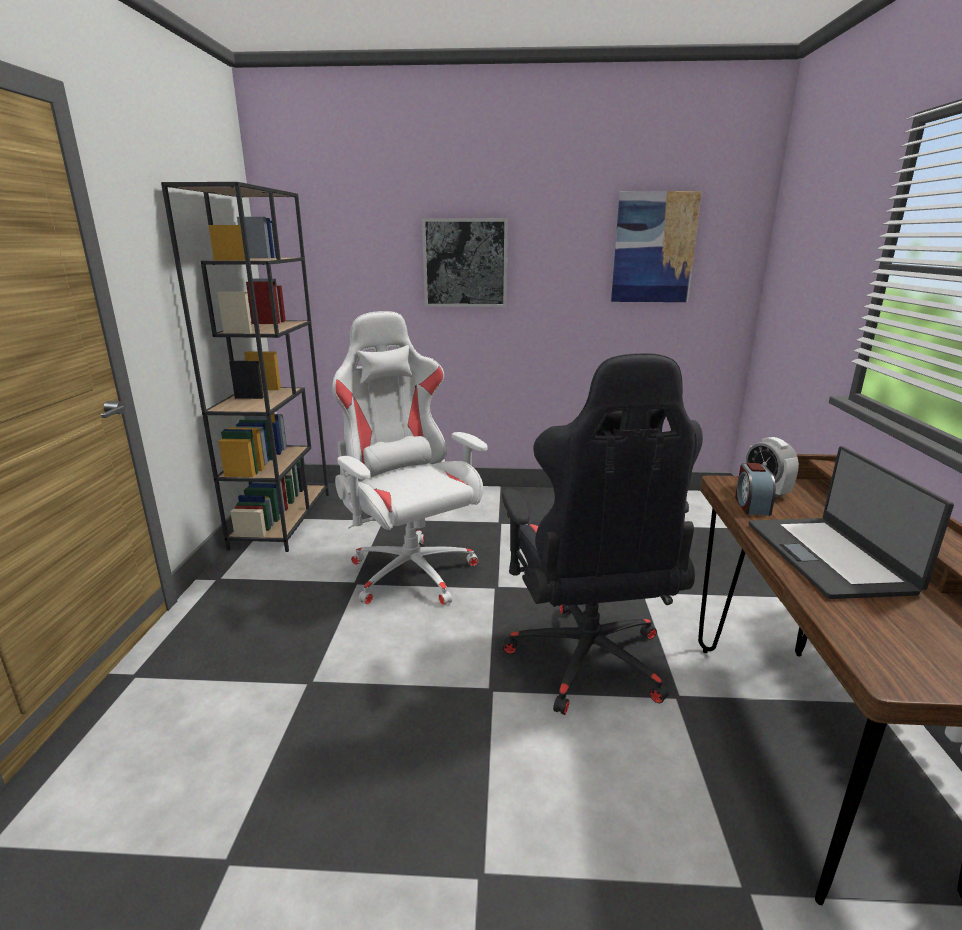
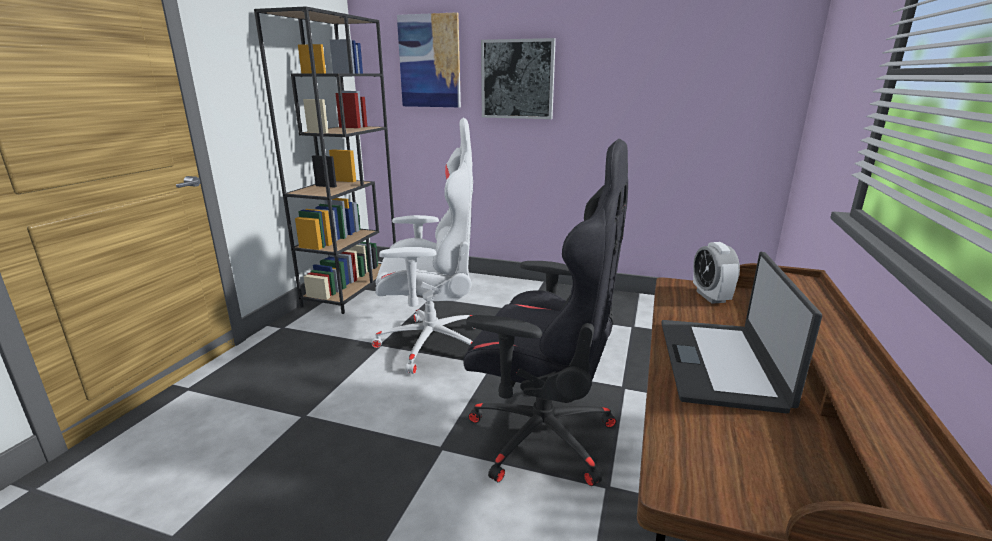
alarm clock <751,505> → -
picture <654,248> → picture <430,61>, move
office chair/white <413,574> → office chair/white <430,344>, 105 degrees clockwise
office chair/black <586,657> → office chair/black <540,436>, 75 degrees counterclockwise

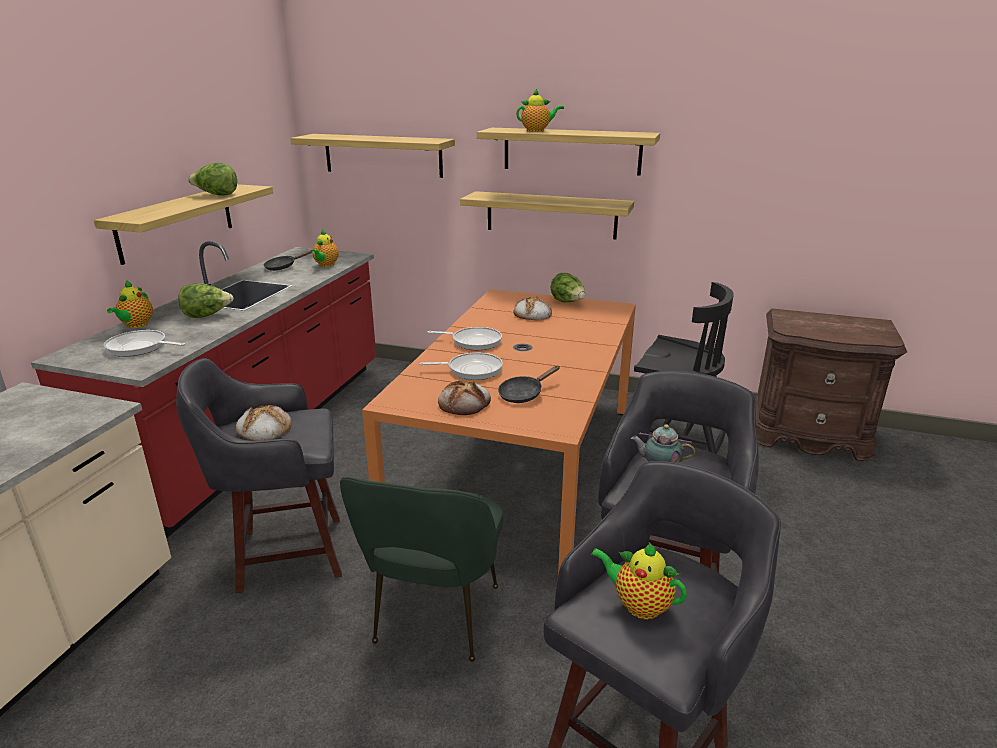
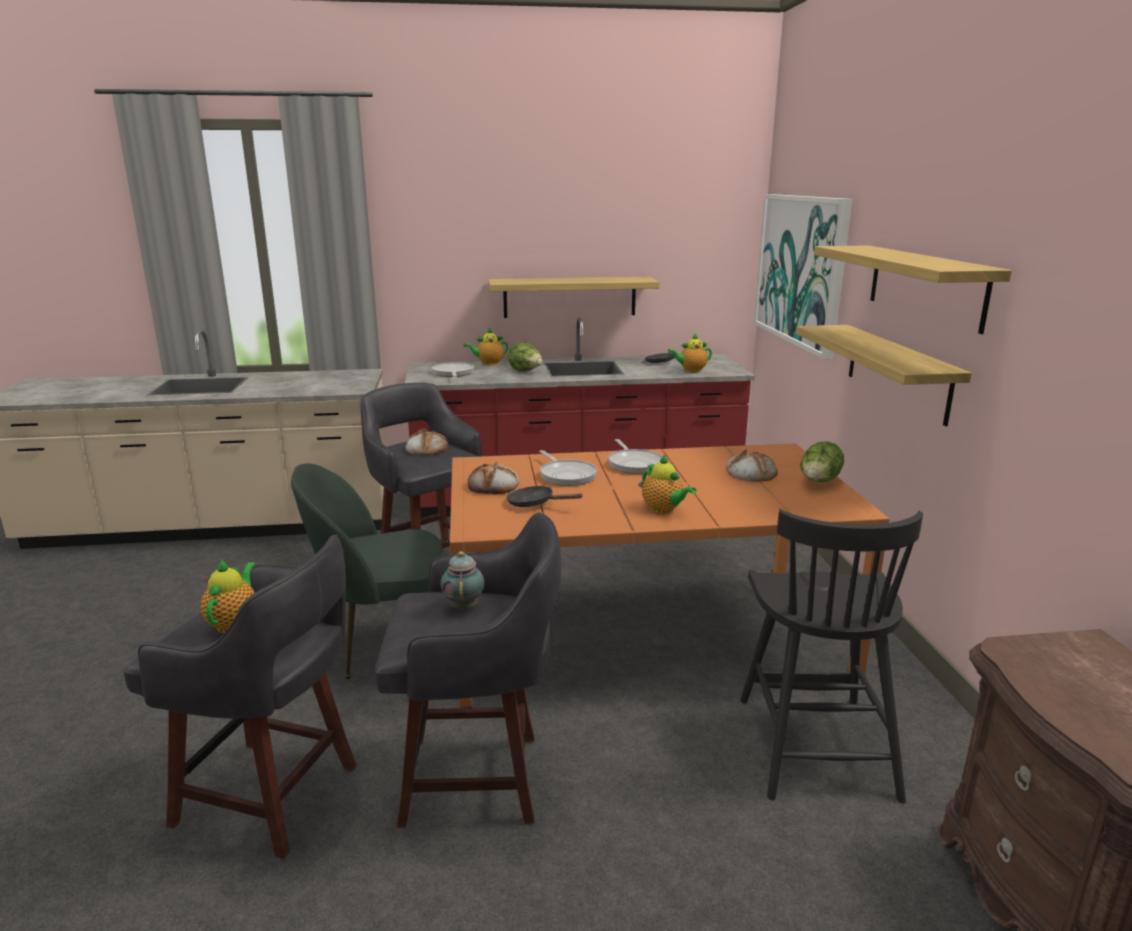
lettuce <217,195> → -
teapot <537,131> → teapot <664,509>, move
shelf <383,155> → picture <800,270>

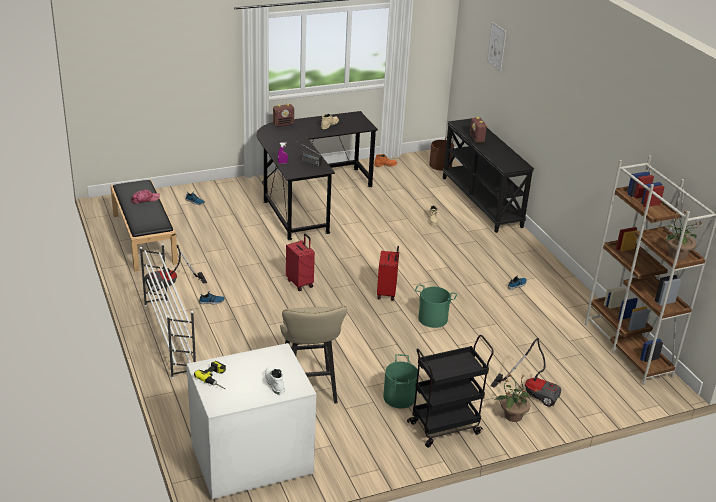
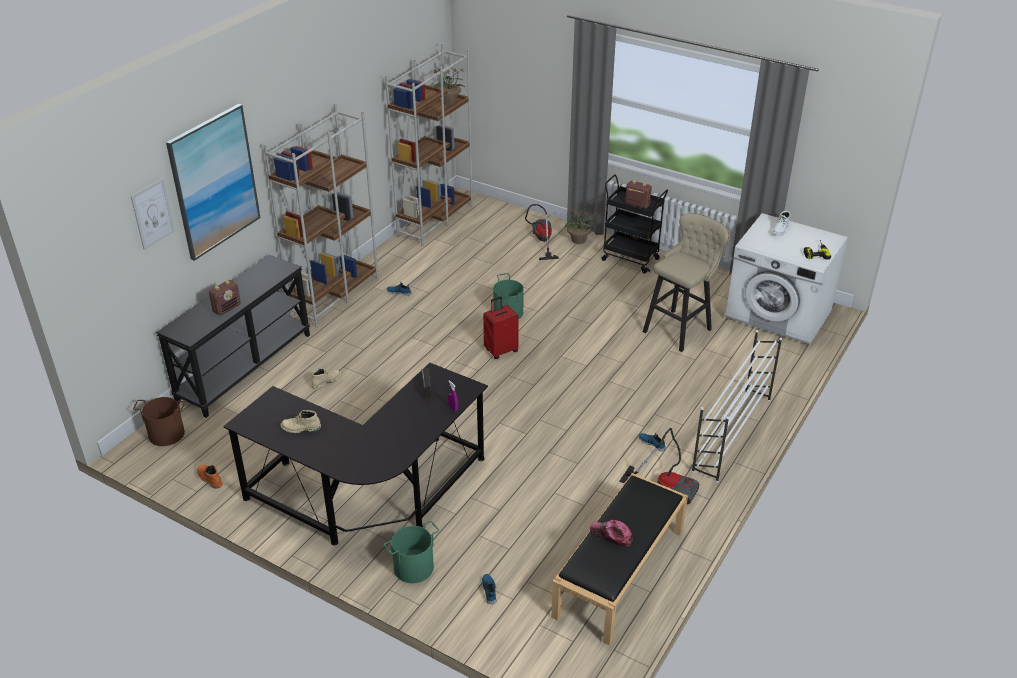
suitcase/red <300,283> → -
- → picture <214,181>
- → bookcase/brown <335,296>
radio <283,124> → radio <637,205>, move
bucket/green <399,397> → bucket/green <414,568>, move

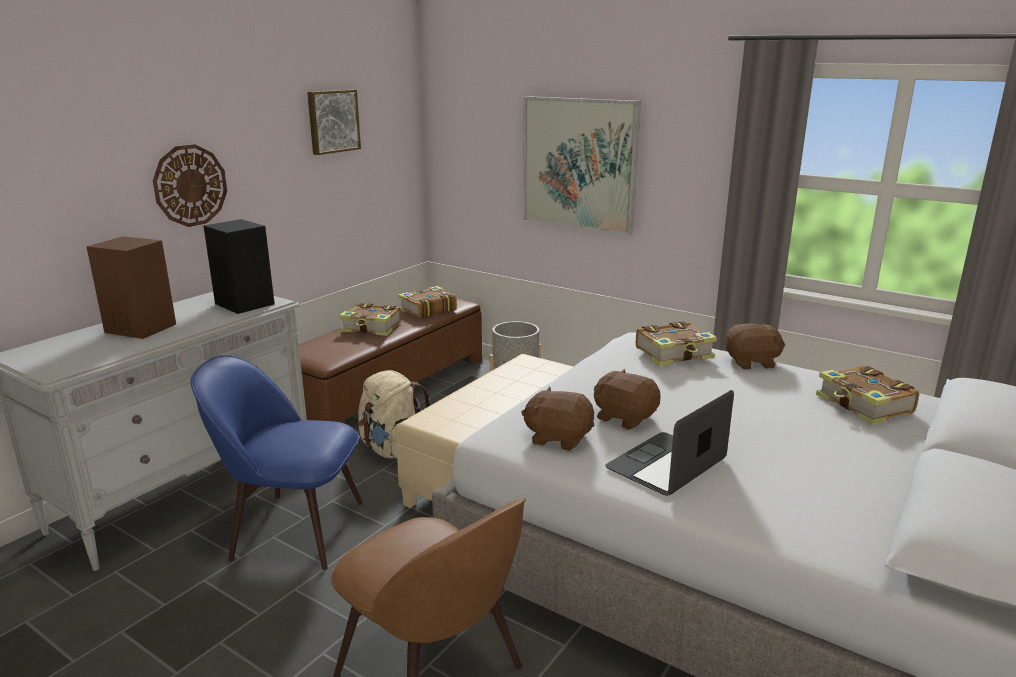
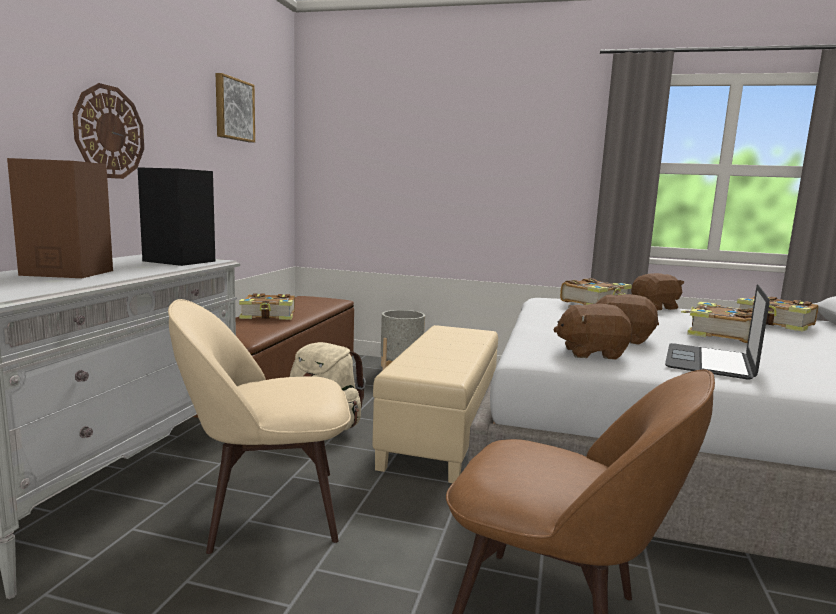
picture <579,164> → -
book <427,310> → book <719,334>, move
chair/blue <293,529> → chair/beige <267,508>

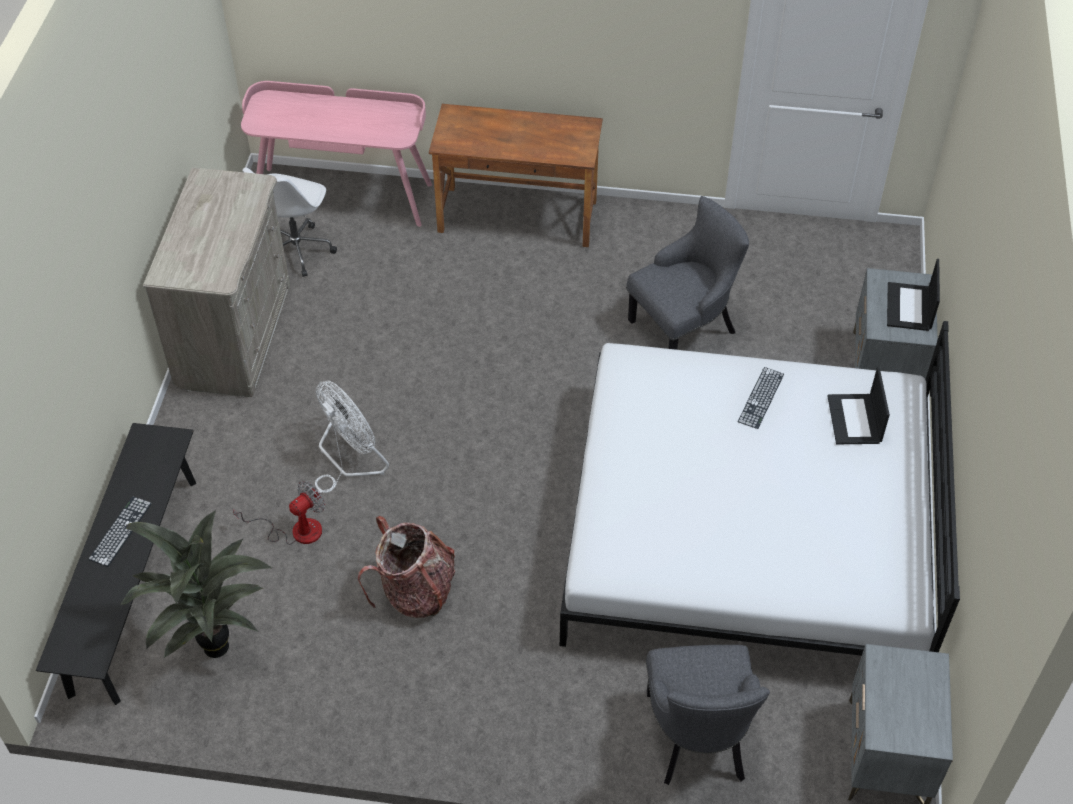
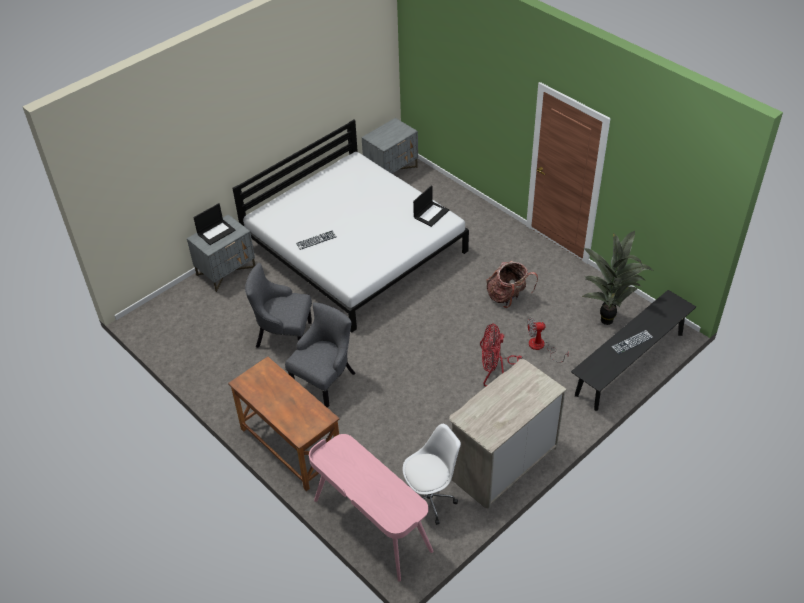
armchair/grey <697,733> → armchair/grey <324,382>, move
laptop <855,420> → laptop <431,214>, move
fan/white <344,457> → fan/red <494,366>

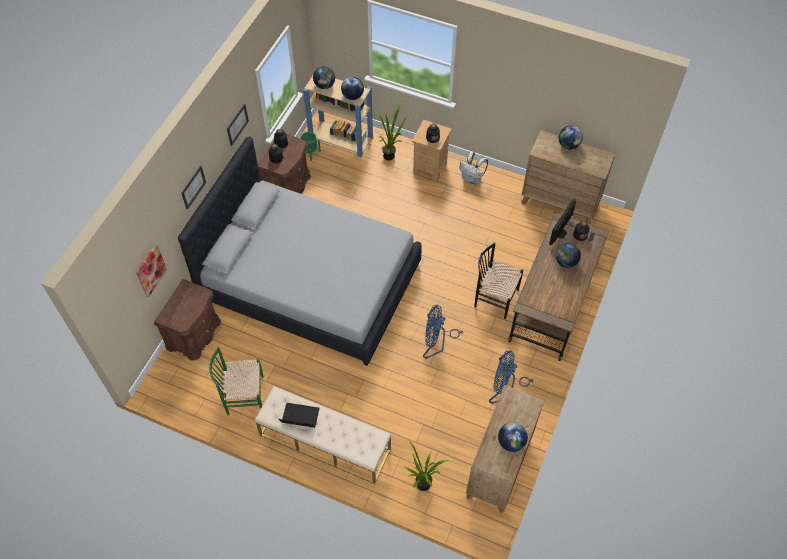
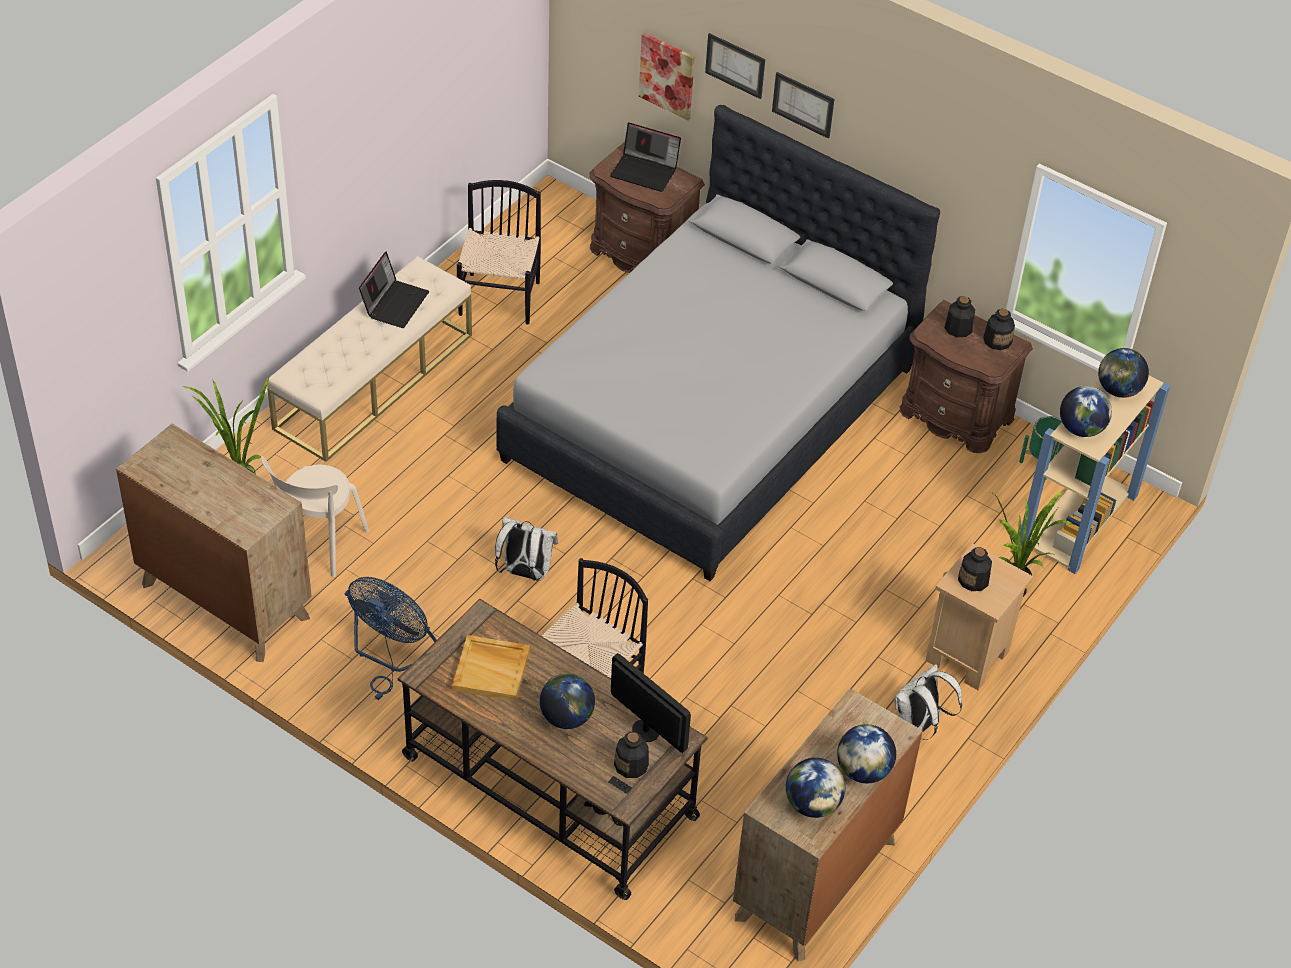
- → chair/beige <317,544>
- → tray/beige <492,670>
- → laptop <645,171>
picture <237,124> → picture <735,65>, move
globe <511,442> → globe <812,804>, move
fan/blue <437,338> → backpack/white <525,573>
chair/green <243,395> → chair/black <500,296>

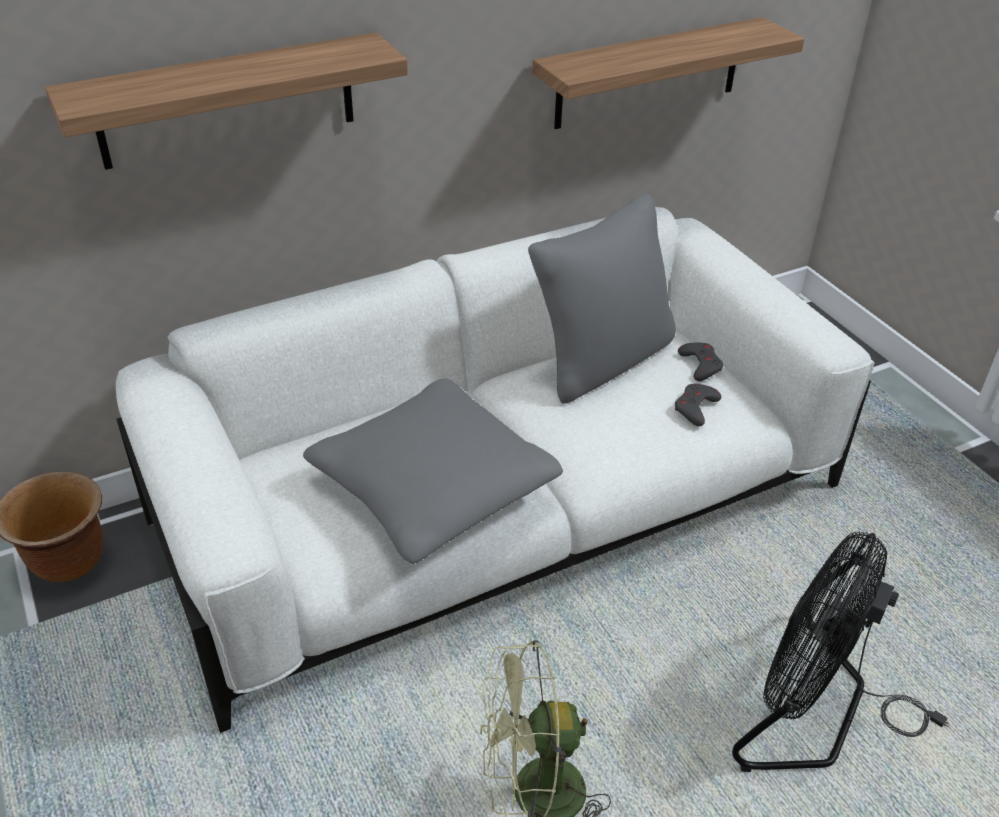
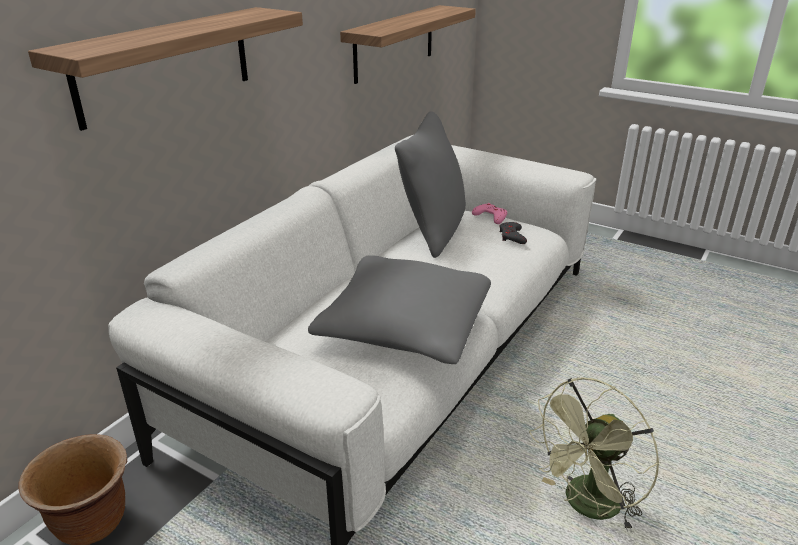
fan/black <820,706> → -
game controller/grey <700,365> → game controller/pink <490,216>

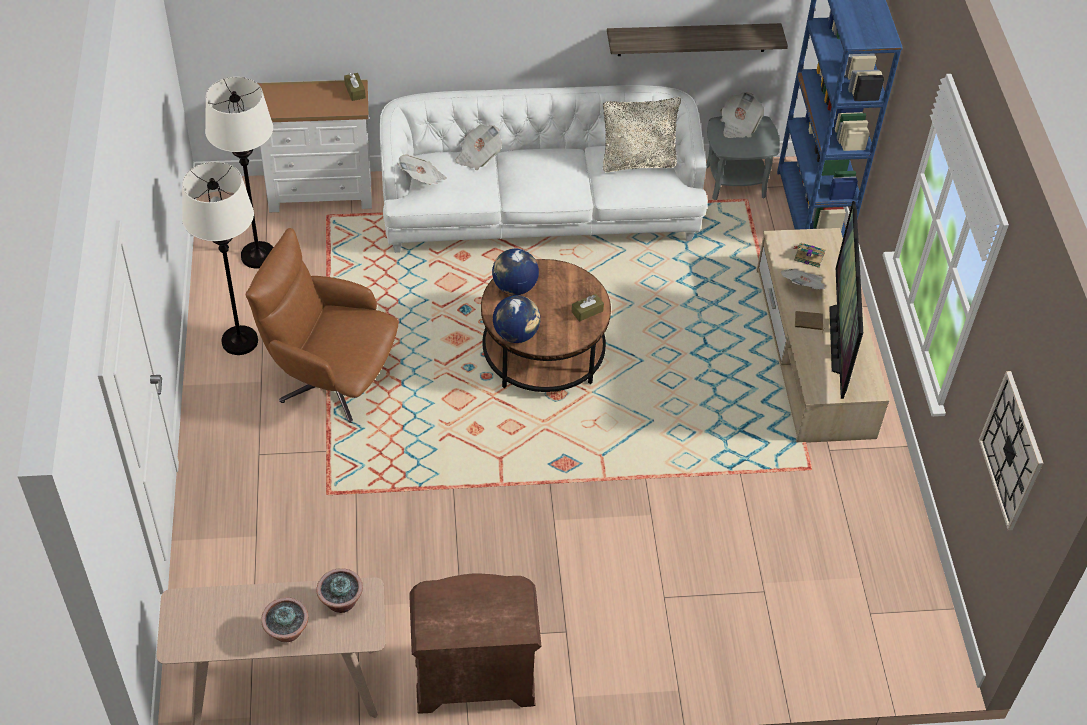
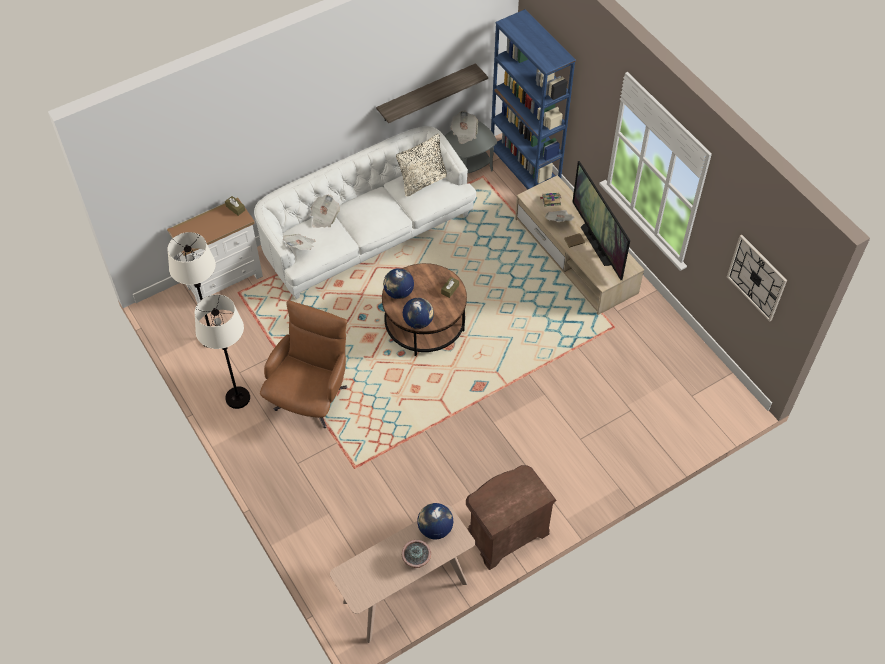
potted plant <341,602> → globe <435,529>
armchair/brown <331,381> → armchair/brown <311,398>, 120 degrees clockwise

